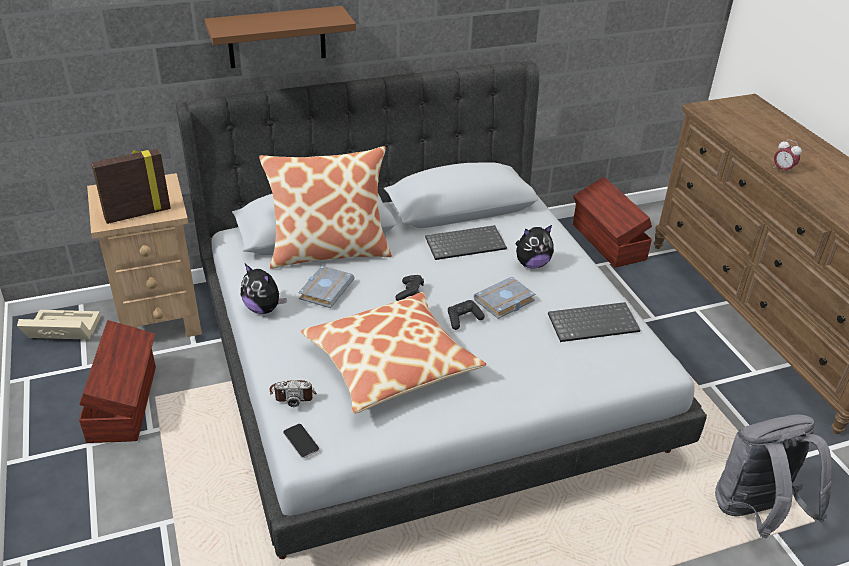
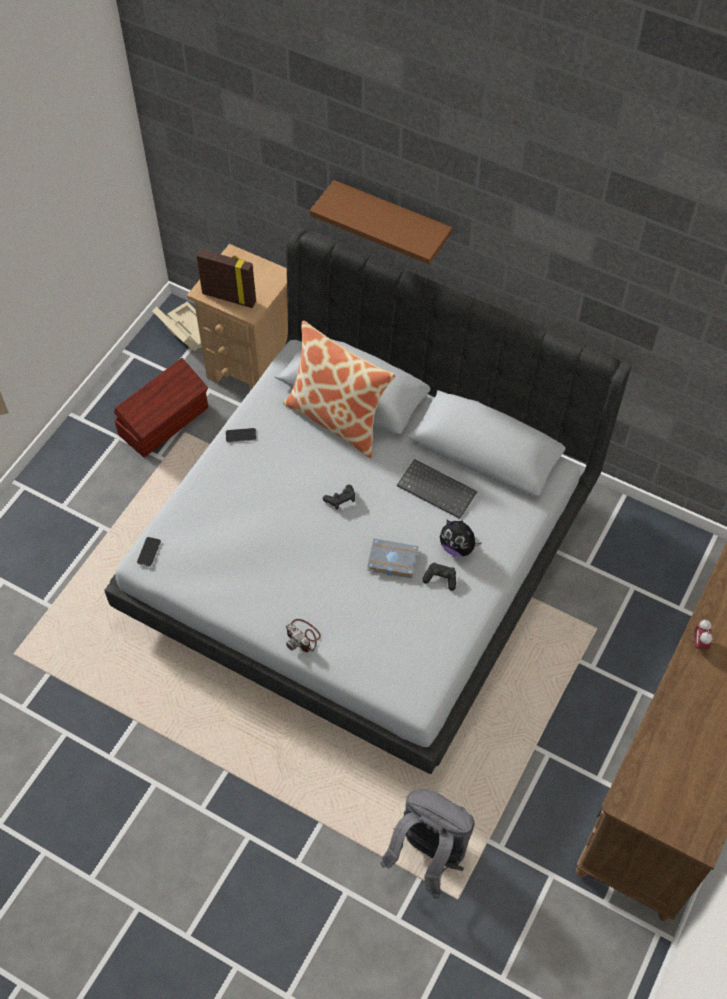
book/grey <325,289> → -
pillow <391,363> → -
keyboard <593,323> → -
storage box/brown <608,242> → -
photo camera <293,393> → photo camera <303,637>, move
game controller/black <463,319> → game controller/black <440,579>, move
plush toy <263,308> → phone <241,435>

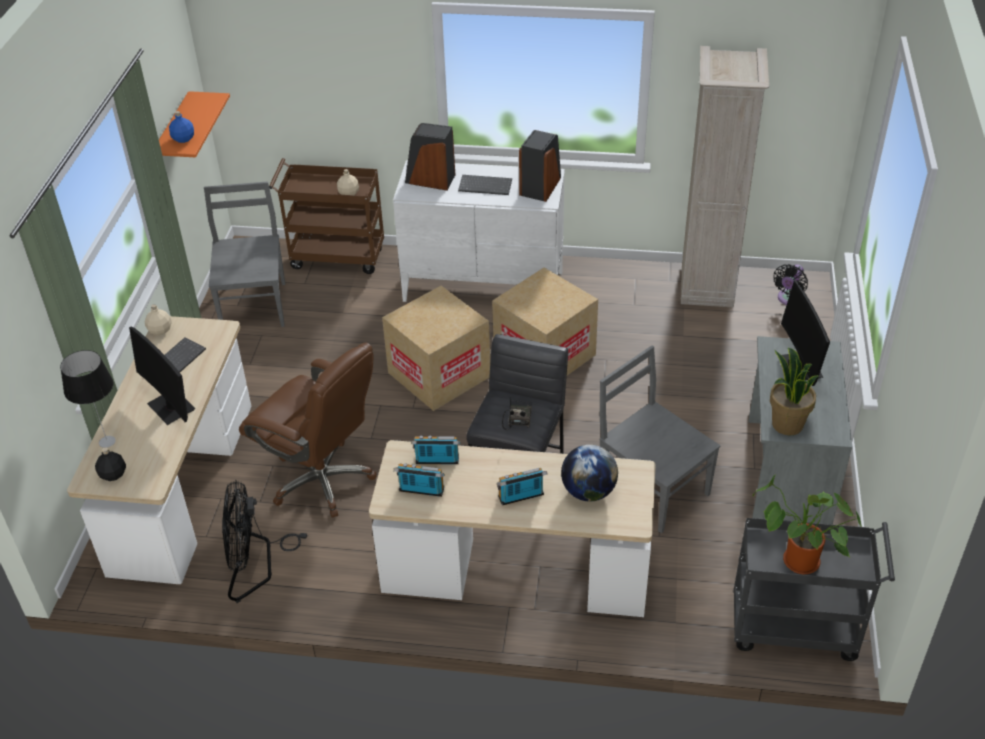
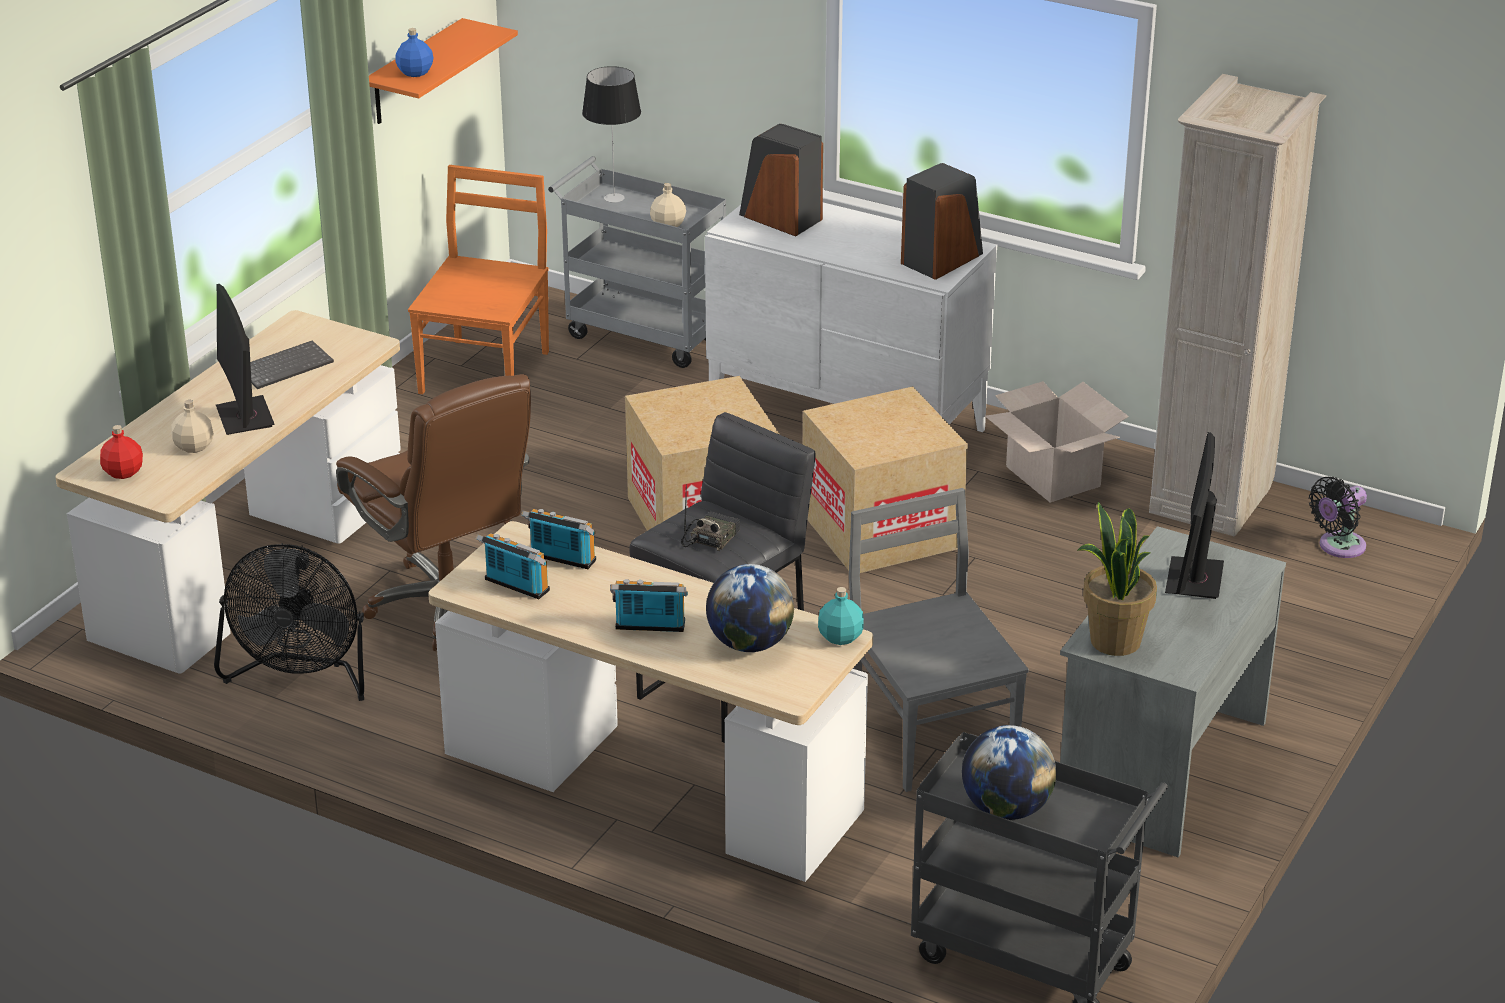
keyboard <486,186> → -
- → bottle/turquoise <841,637>
- → cardboard box <1053,476>
table lamp <107,442> → table lamp <614,198>, move
bottle/beige <160,330> → bottle/beige <193,447>, move
potted plant <797,563> → globe <1006,809>
bottle/black <113,474> → bottle/red <124,472>
chair/grey <254,305> → chair/orange <486,370>
cart/brown <335,260> → cart/grey <641,339>
fan/black <256,559> → fan/black <298,673>, 90 degrees counterclockwise

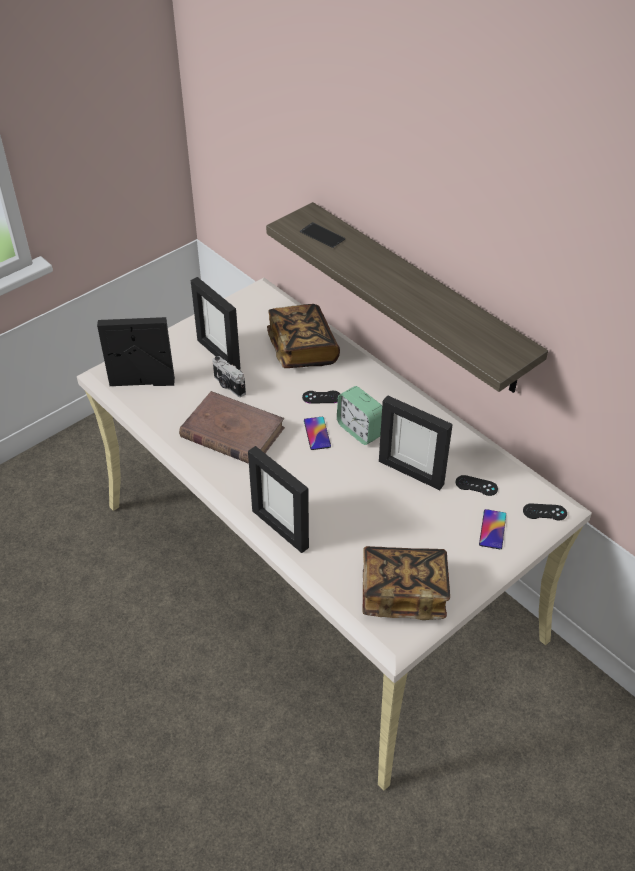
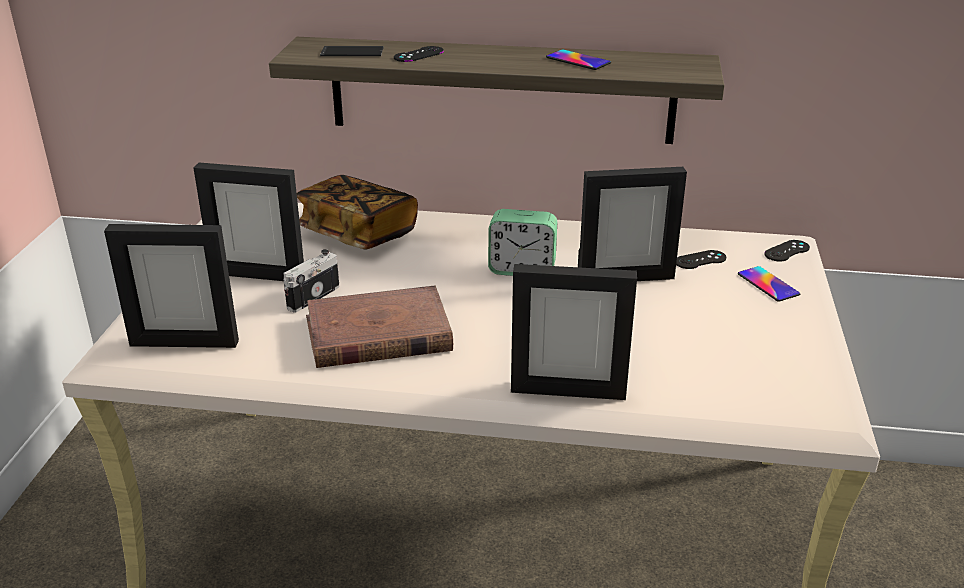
book <403,594> → -
game controller/black <321,397> → game controller/black <418,54>, move
phone <317,433> → phone <578,60>, move
picture frame <142,383> → picture frame <185,341>, 135 degrees counterclockwise
photo camera <228,386> → photo camera <311,296>, 120 degrees clockwise

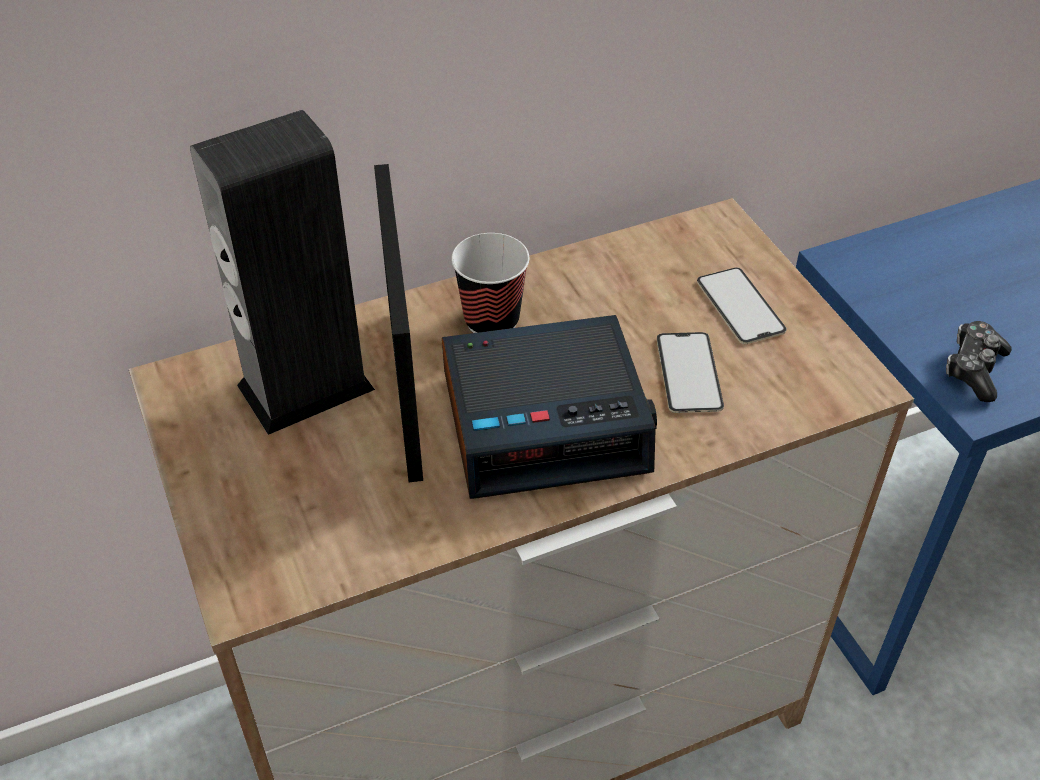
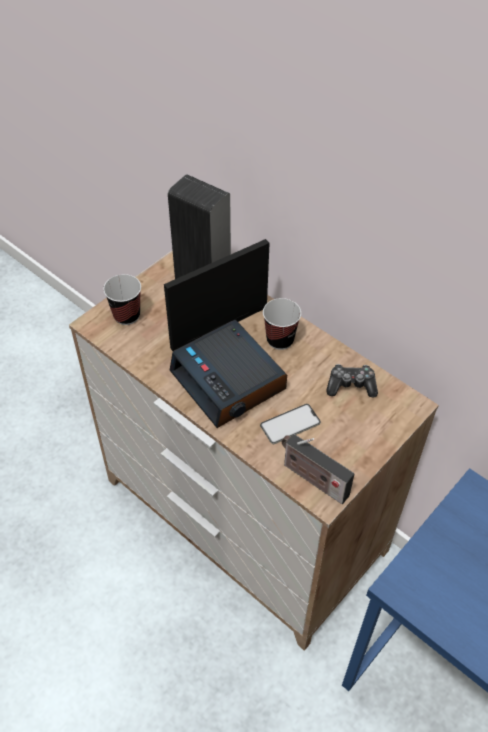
phone <740,306> → -
- → cup <126,315>
- → radio <312,479>
game controller <974,369> → game controller <351,385>, move

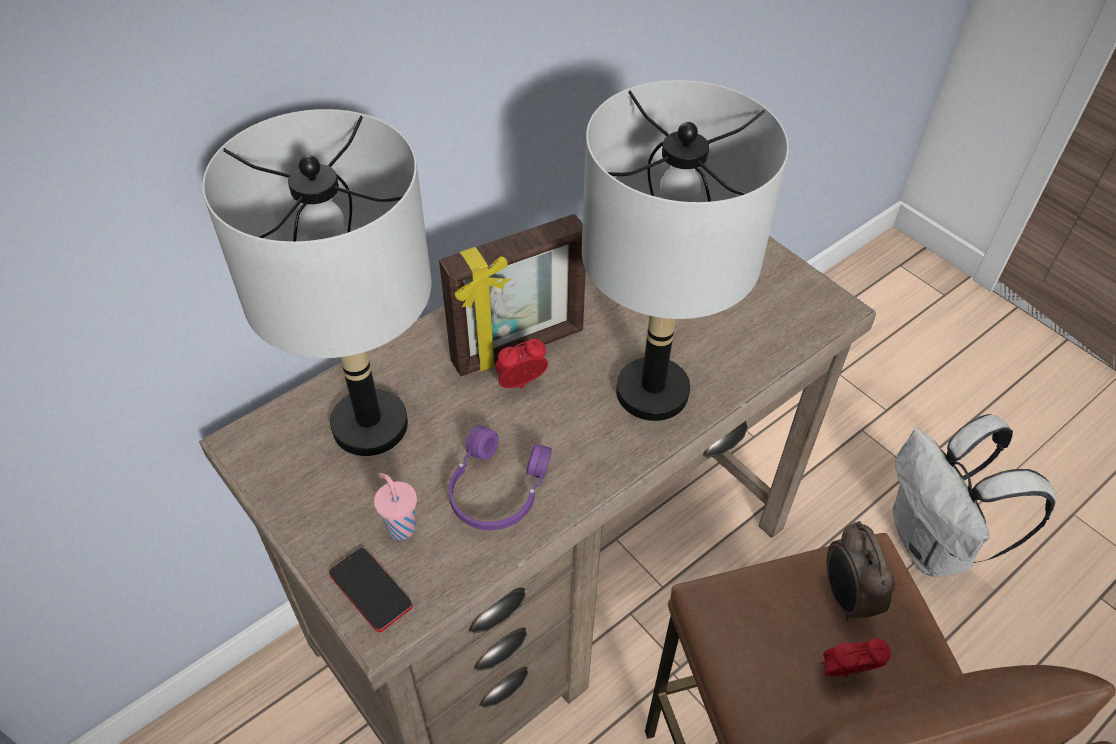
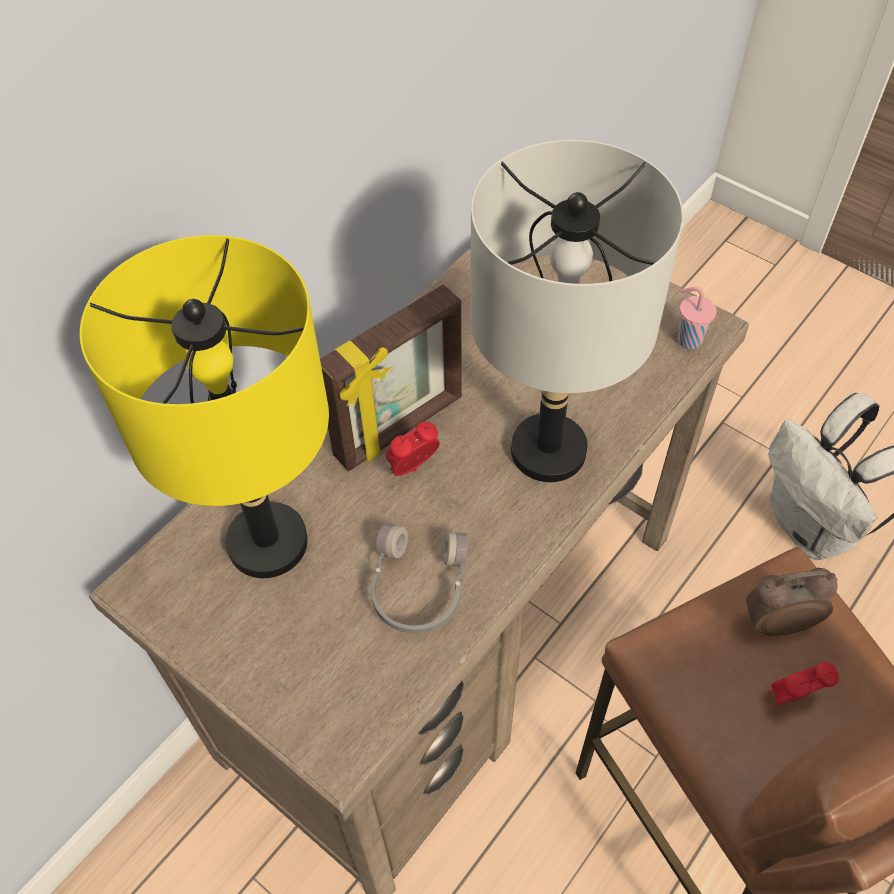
phone <371,590> → -
cup/pink <400,526> → cup/pink <688,339>, move
table lamp/grey <371,426> → table lamp/yellow <269,543>
headphones/purple <496,490> → headphones/grey <417,587>
alarm clock <845,598> → alarm clock <776,622>, 105 degrees clockwise

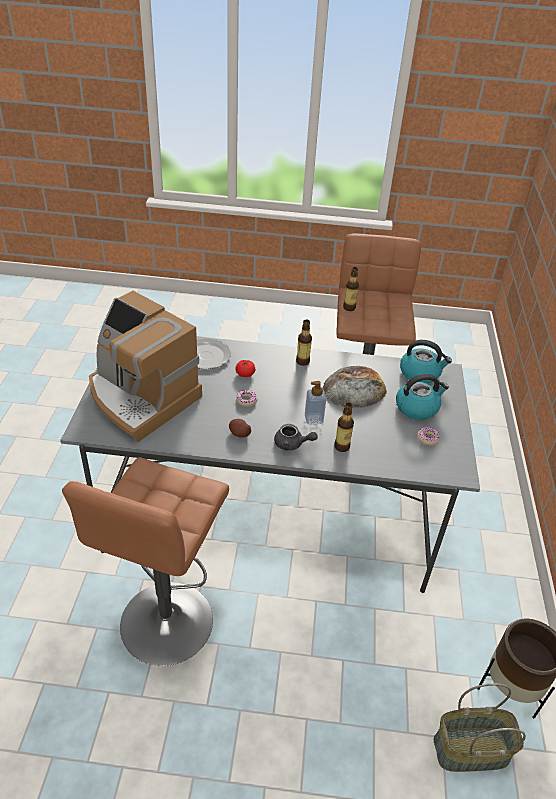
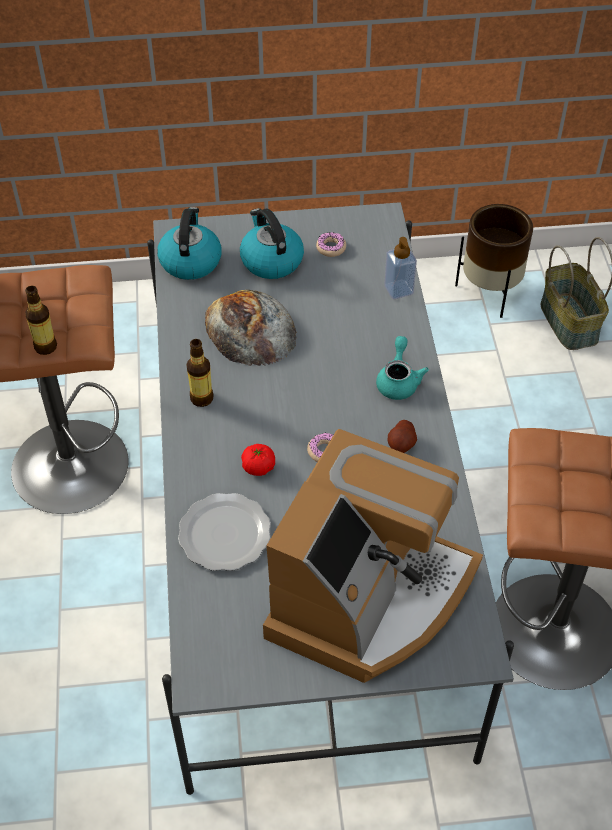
bottle <342,447> → -
soap dispenser <313,419> → soap dispenser <398,289>, move
teapot/grey <292,444> → teapot/turquoise <398,381>

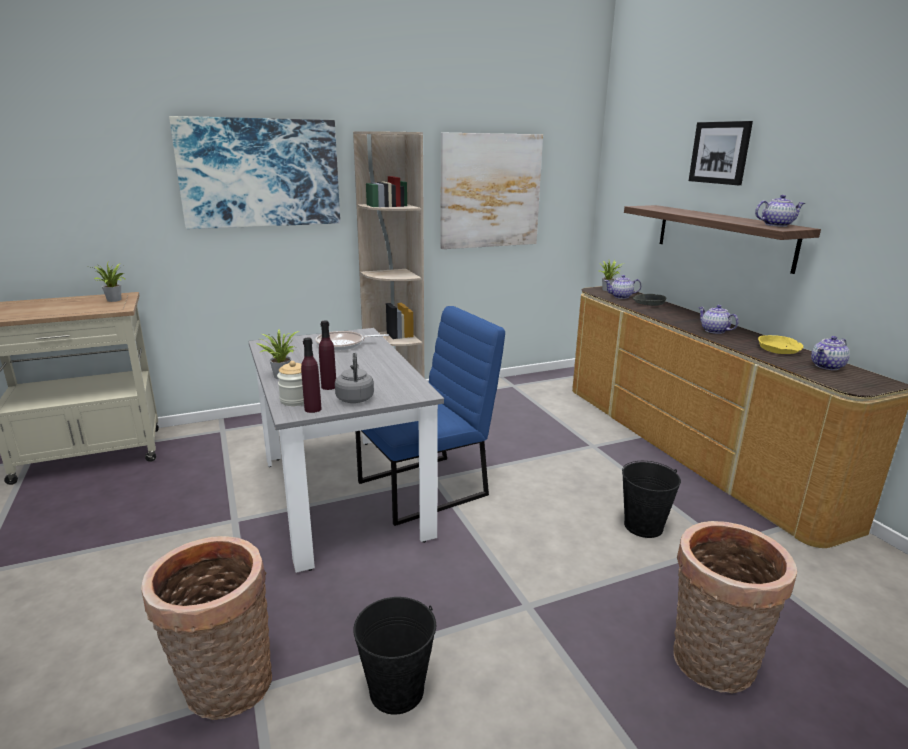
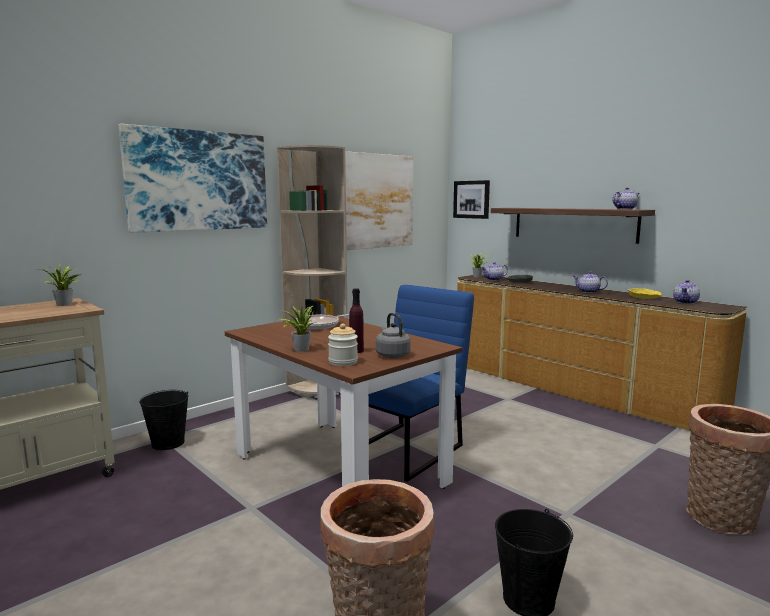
bottle/purple <313,409> → -
bucket/black <643,526> → bucket/black <168,443>, move
picture <720,152> → picture <471,199>, move
dining table/grey <343,496> → dining table/brown <339,469>

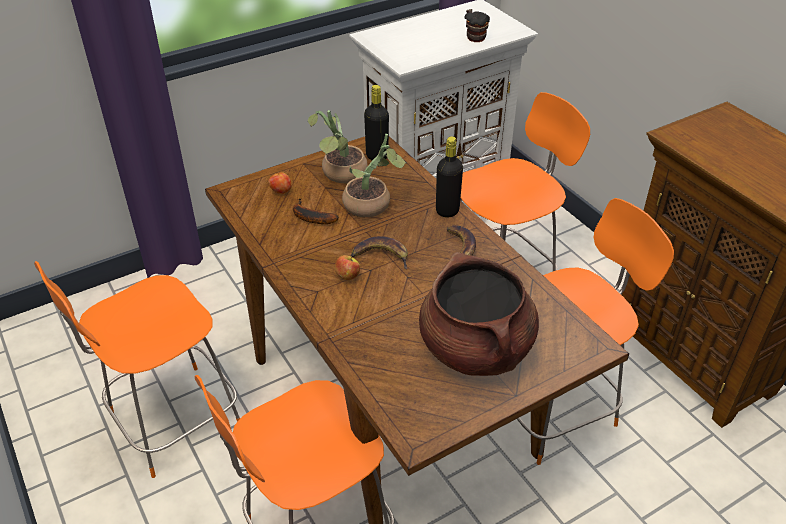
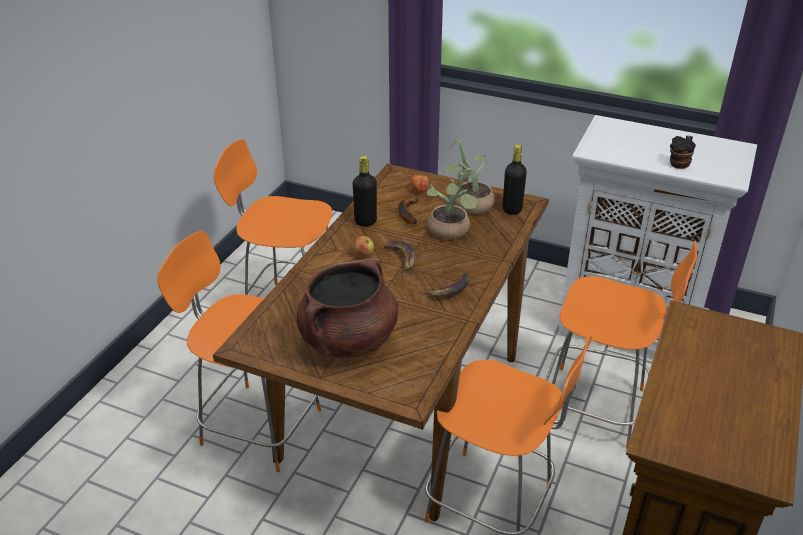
bottle/black <447,210> → bottle/black <365,221>, move

